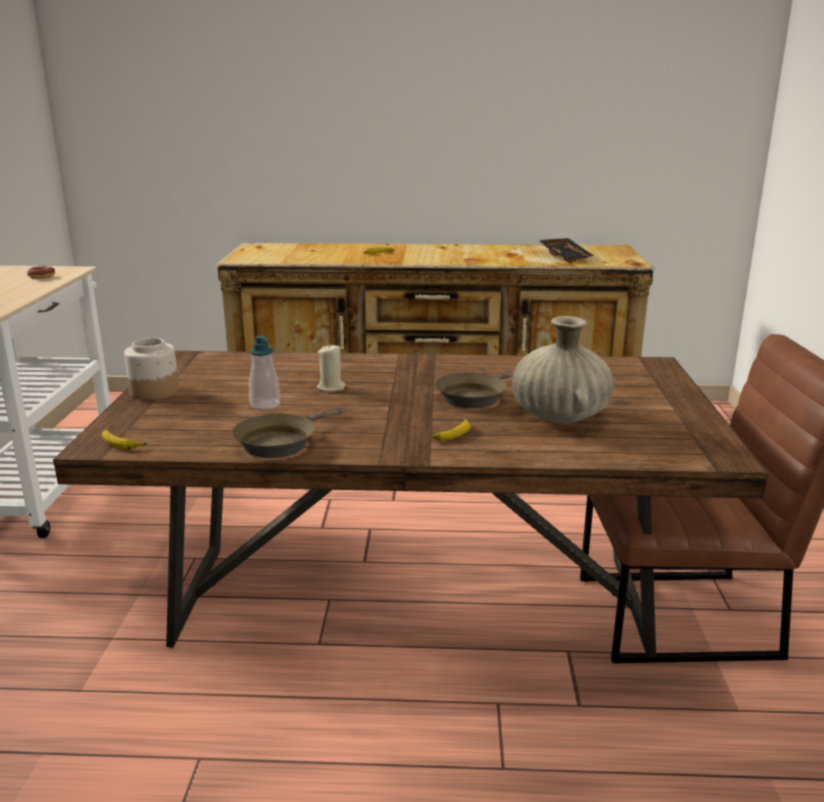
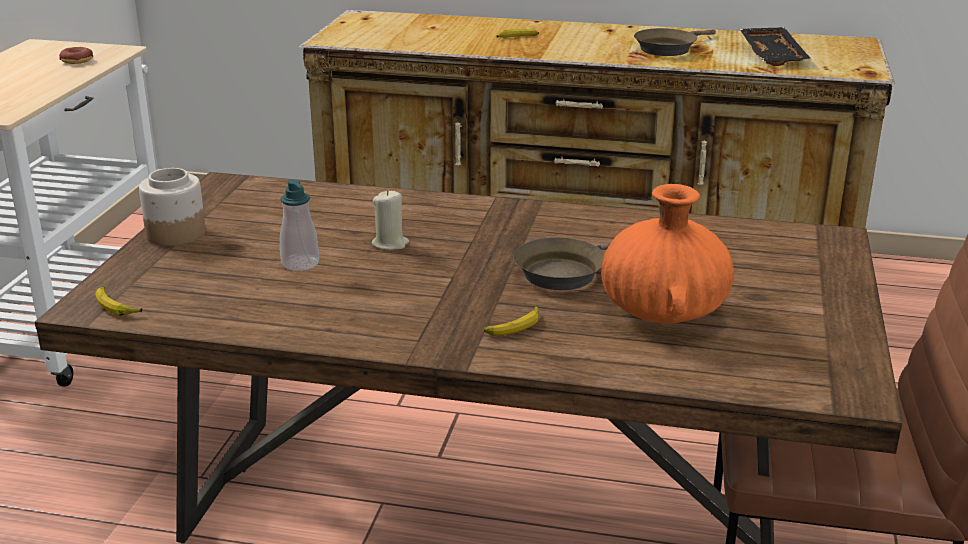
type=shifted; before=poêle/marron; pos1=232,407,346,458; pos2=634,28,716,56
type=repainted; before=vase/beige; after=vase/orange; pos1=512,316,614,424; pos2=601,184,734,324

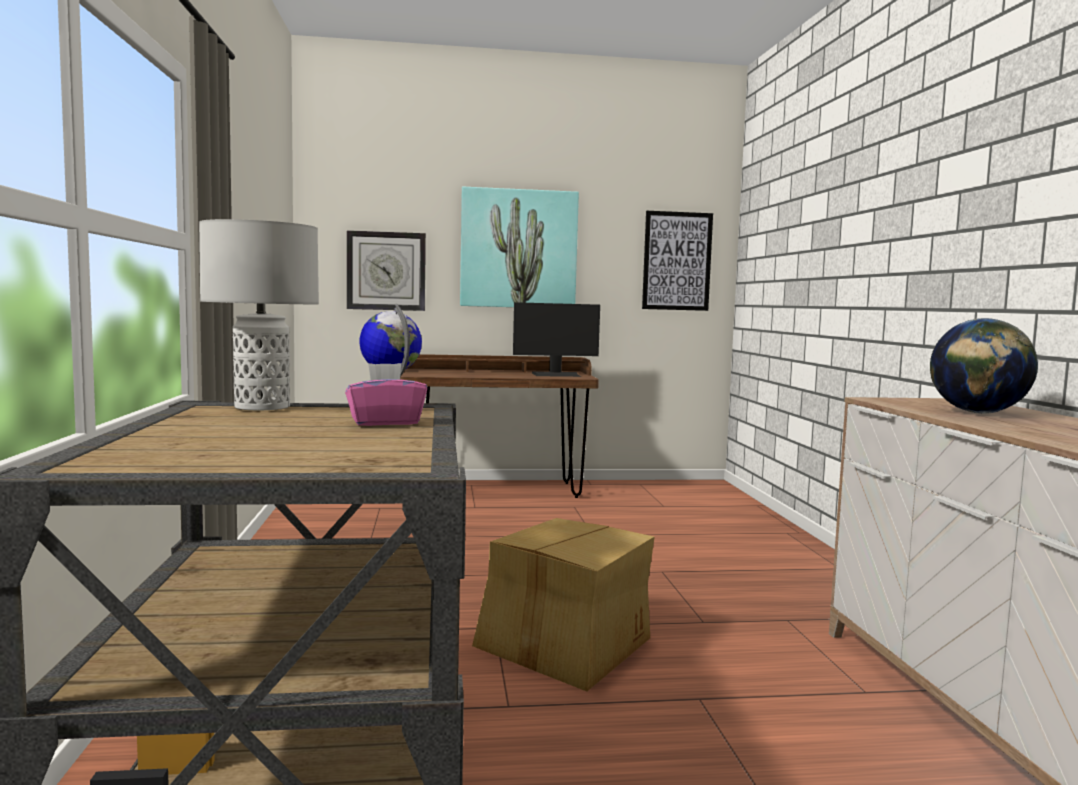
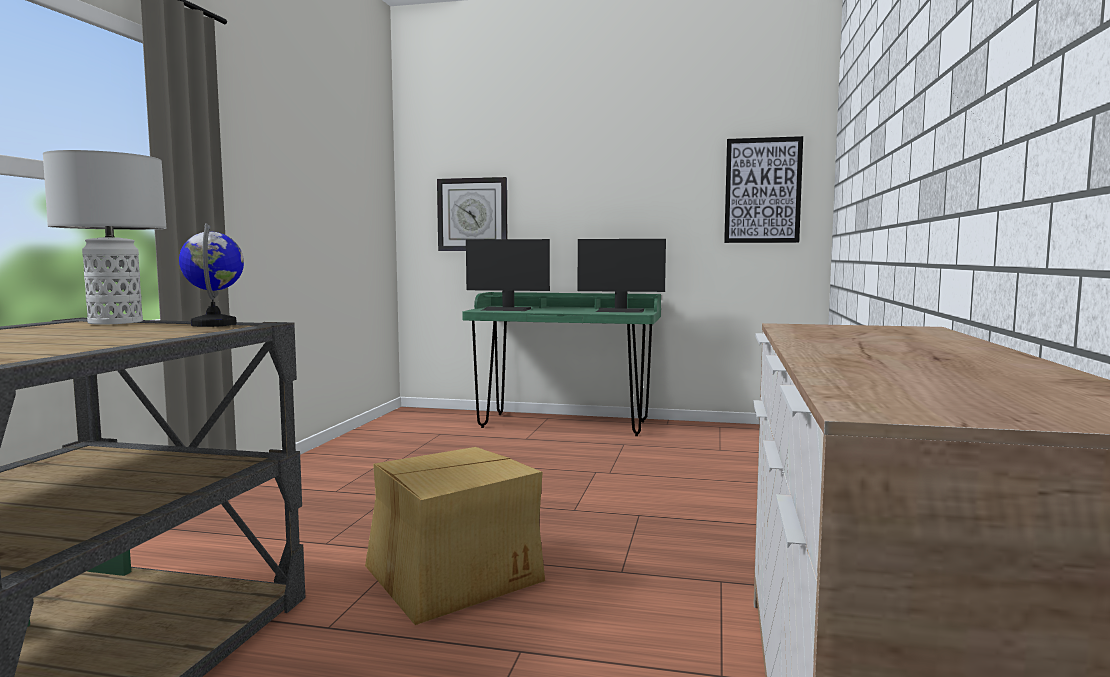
type=gone; before=boîte à mouchoirs/rose; pos1=345,363,427,426
type=repainted; before=bureau/marron; after=bureau/vert; pos1=400,354,599,498; pos2=462,292,661,436
type=gone; before=tableau; pos1=460,187,579,307
type=gone; before=globe; pos1=930,318,1038,414
type=new; after=écran d'ordinateur; pos2=466,239,550,311

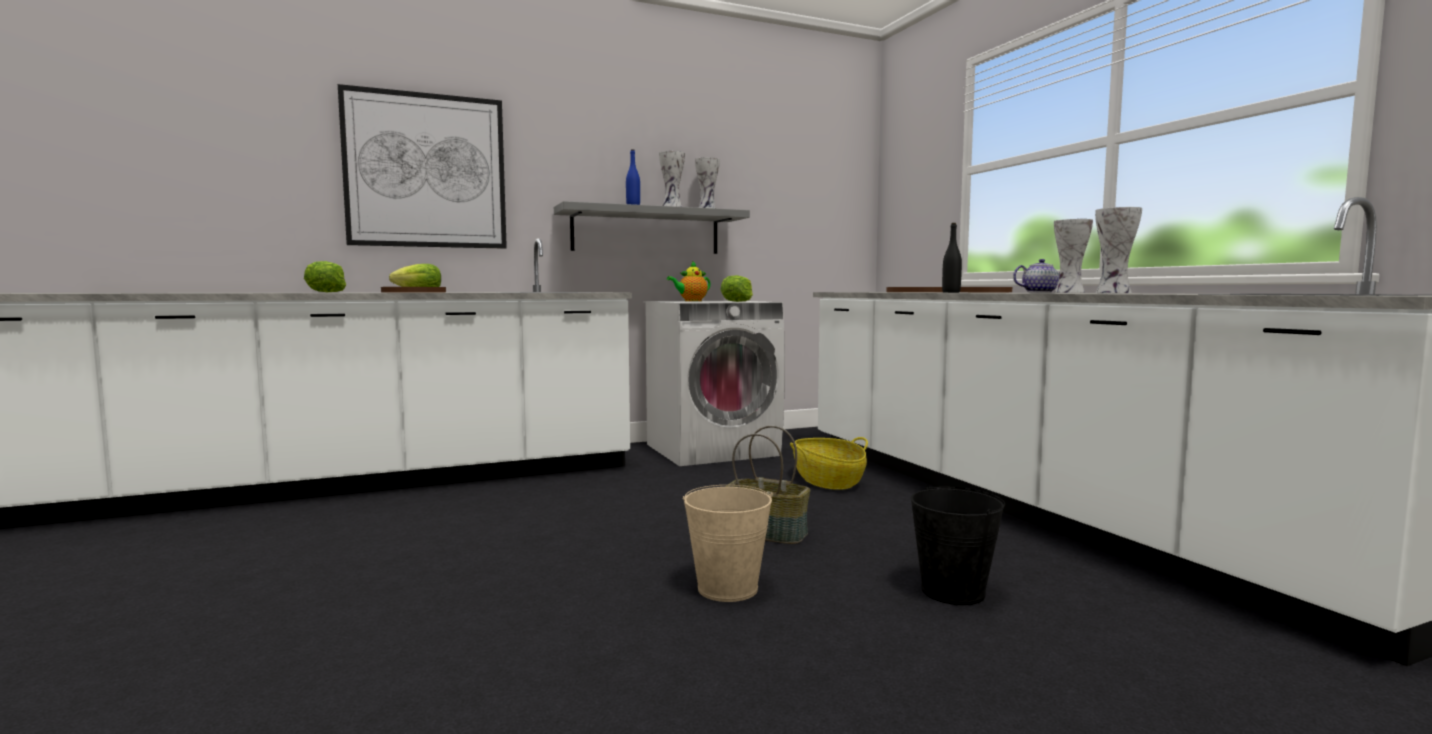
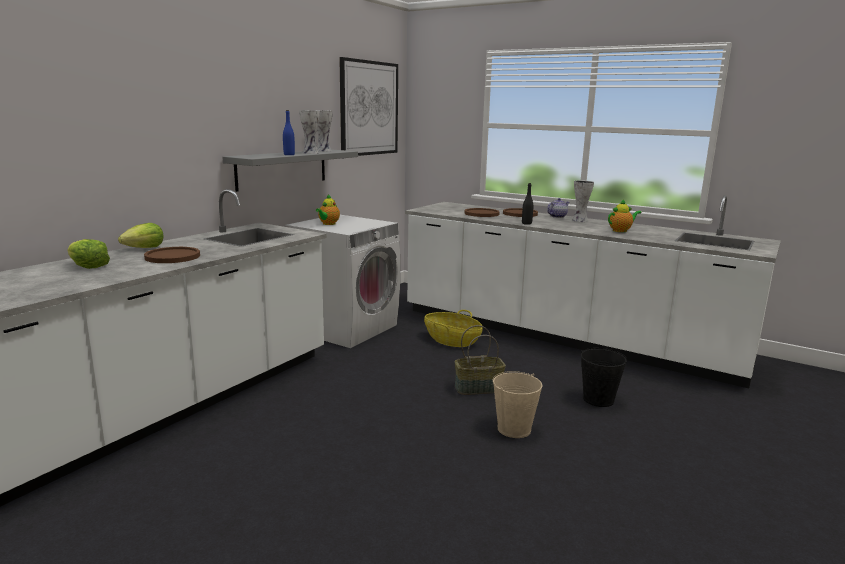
type=shifted; before=tableau; pos1=338,84,507,249; pos2=339,57,398,156
type=gone; before=laitue; pos1=720,275,753,302
type=swapped; before=vase; after=théière; pos1=1095,207,1142,293; pos2=608,199,642,232

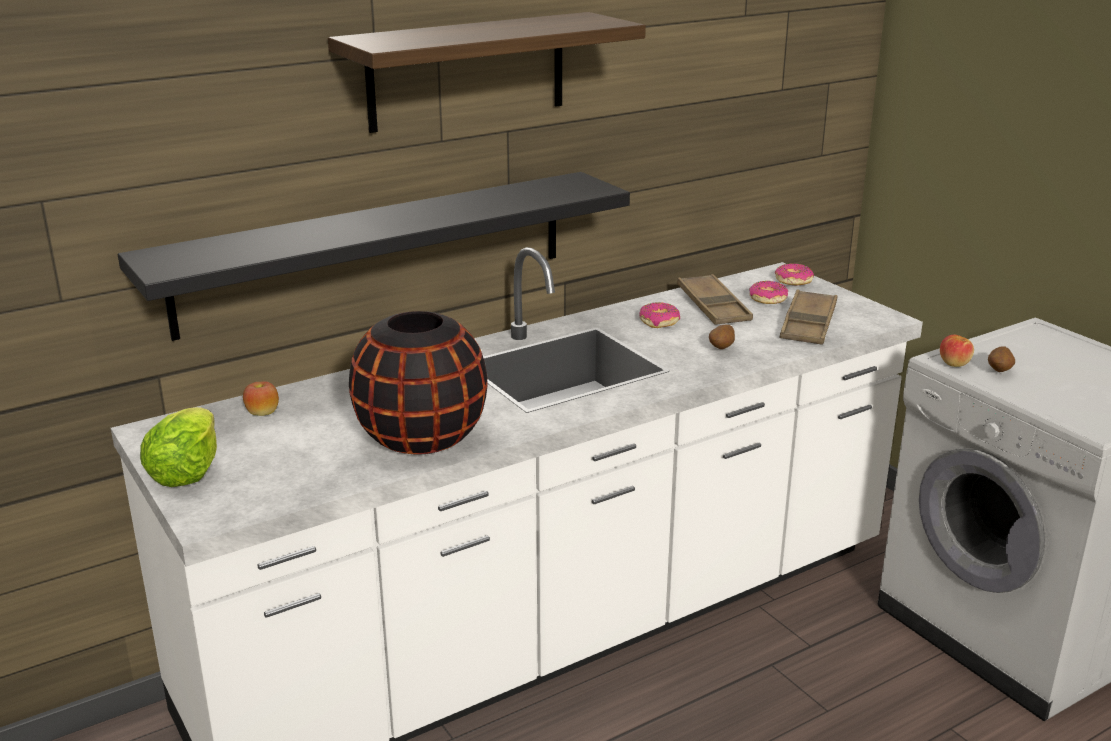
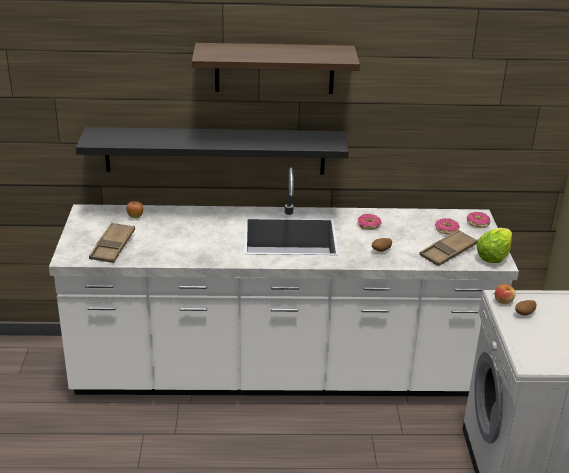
type=shifted; before=laitue; pos1=140,407,217,487; pos2=476,228,512,263
type=gone; before=vase/noir; pos1=349,311,488,455
type=shifted; before=plateau/marron; pos1=677,274,753,325; pos2=89,222,135,263

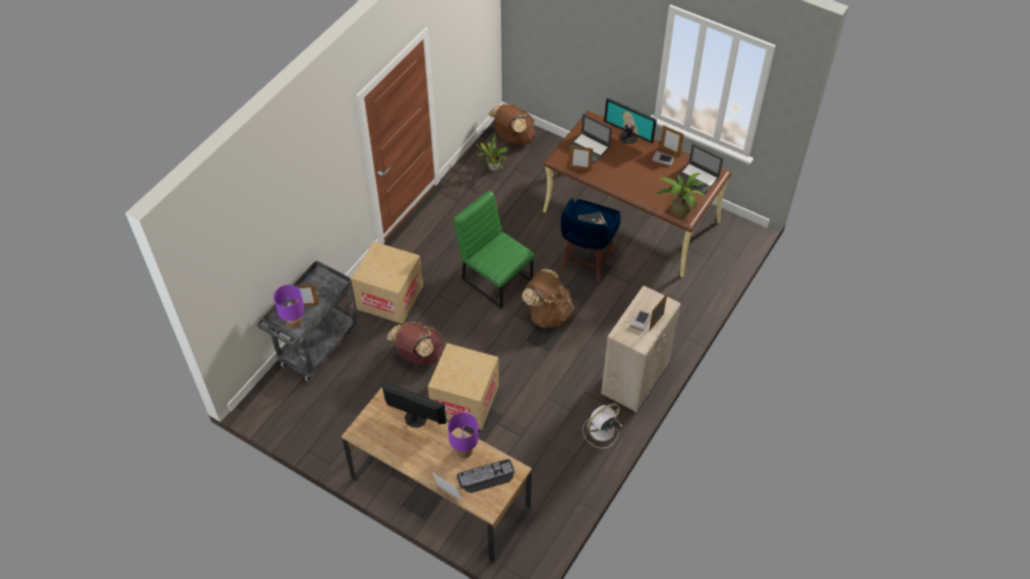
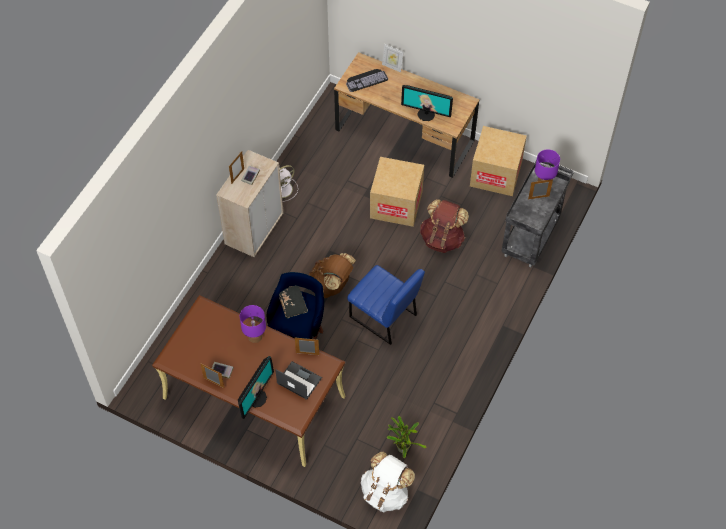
type=shifted; before=carton; pos1=351,241,423,324; pos2=470,126,527,196
type=shifted; before=lampe de table/violet; pos1=448,413,478,458; pos2=240,305,266,343
type=repainted; before=chaise/vert; after=chaise/bleu; pos1=454,190,535,309; pos2=347,265,425,345
type=repainted; before=sac à dos/marron; after=sac à dos/blanc; pos1=489,104,536,145; pos2=361,452,415,512
type=rotated; before=écran d'ordinateur; pos1=604,98,657,144; pos2=238,356,274,419; turn=90
type=gone; before=plante en pot; pos1=656,173,708,217
type=gone; before=ordinateur portable; pos1=675,144,723,194

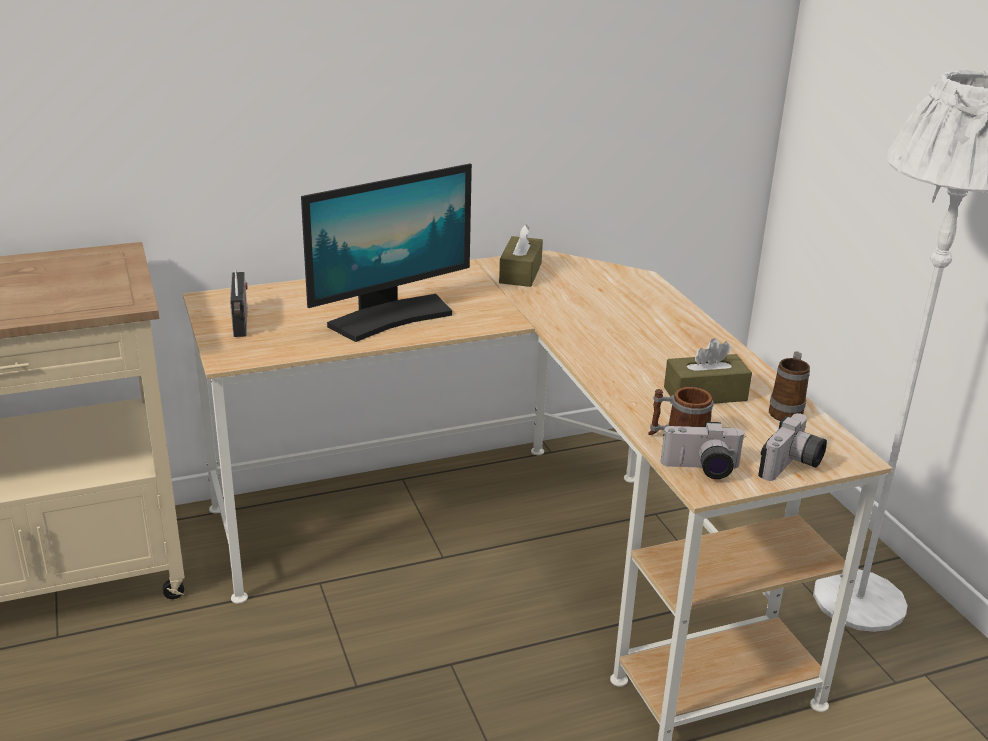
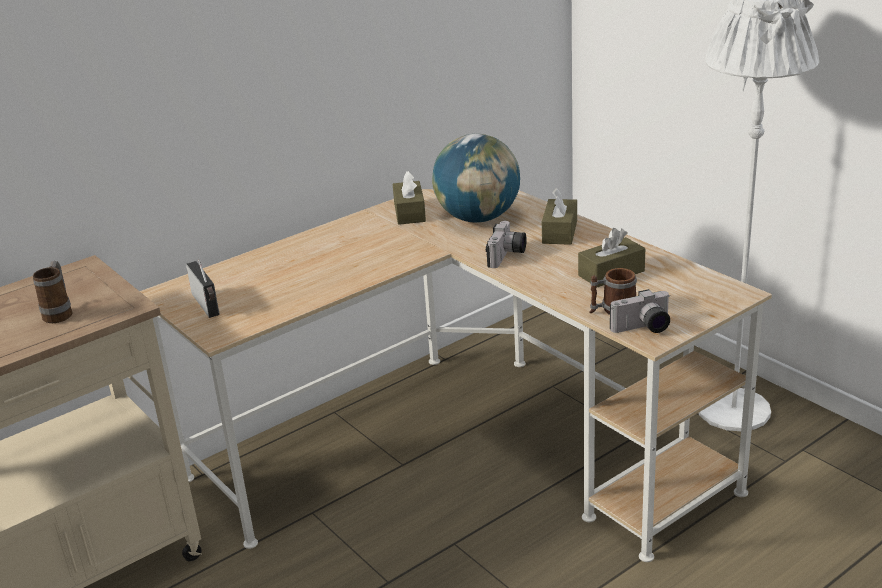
type=gone; before=écran d'ordinateur; pos1=301,164,472,342
type=shifted; before=appareil photo; pos1=758,413,827,481; pos2=486,221,527,268
type=shifted; before=mug; pos1=769,352,810,421; pos2=33,261,73,323
type=new; after=globe; pos2=432,134,520,223
type=new; after=boîte à mouchoirs/marron; pos2=542,188,577,245

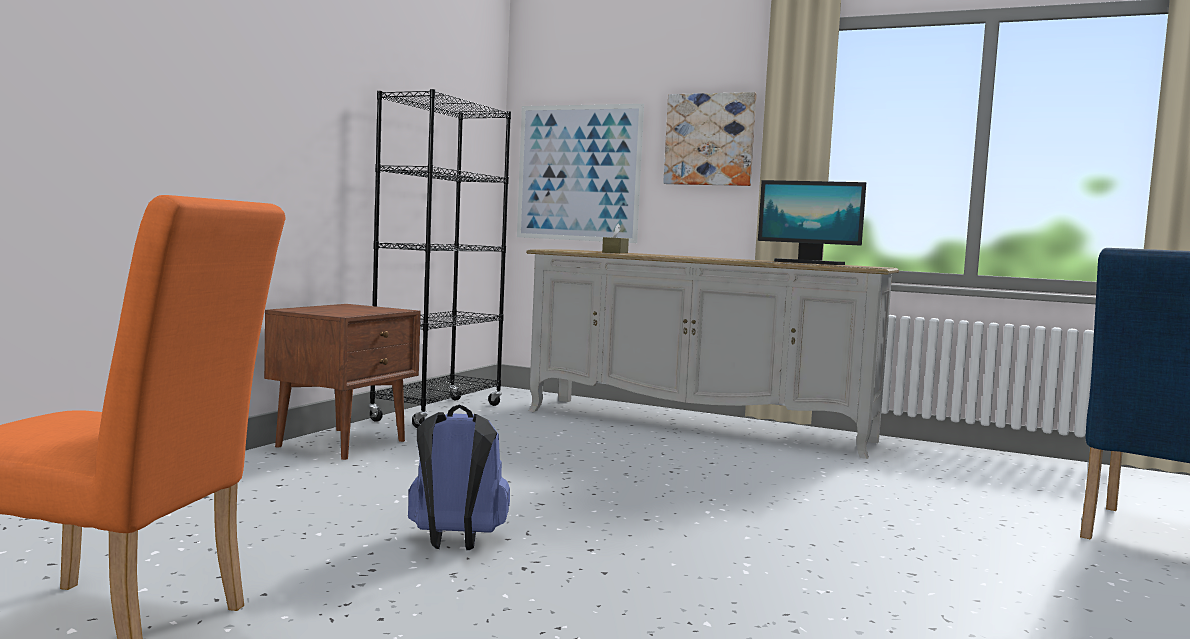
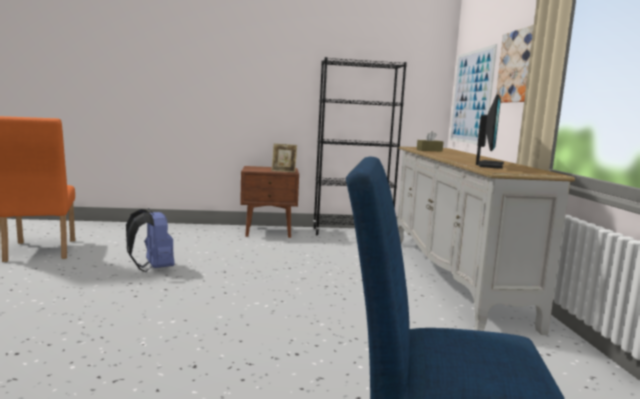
type=rotated; before=écran d'ordinateur; pos1=758,180,866,265; pos2=476,94,504,169; turn=-150
type=new; after=cadre photo; pos2=271,143,297,172

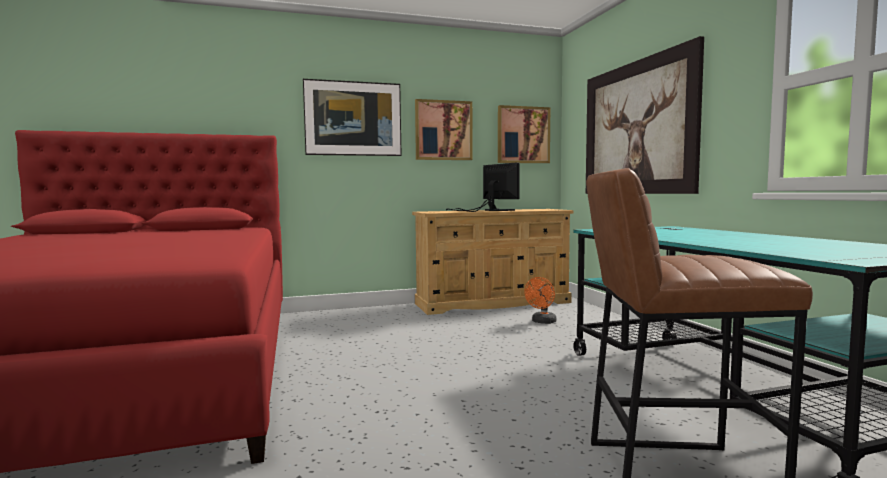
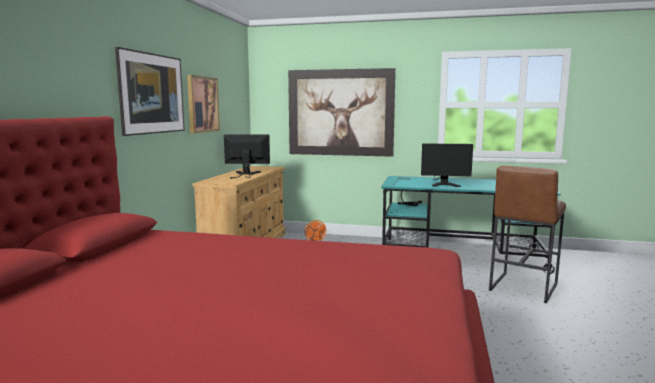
type=gone; before=tableau; pos1=498,105,550,163
type=new; after=écran d'ordinateur; pos2=421,144,473,187

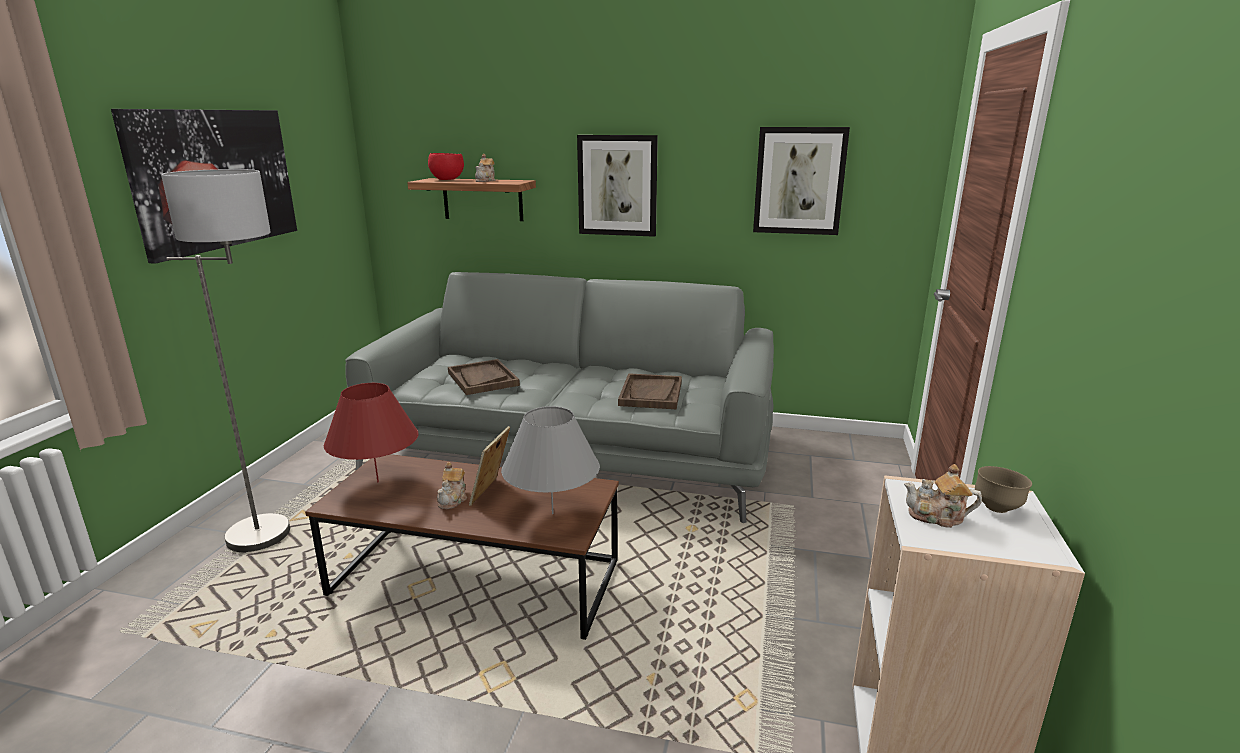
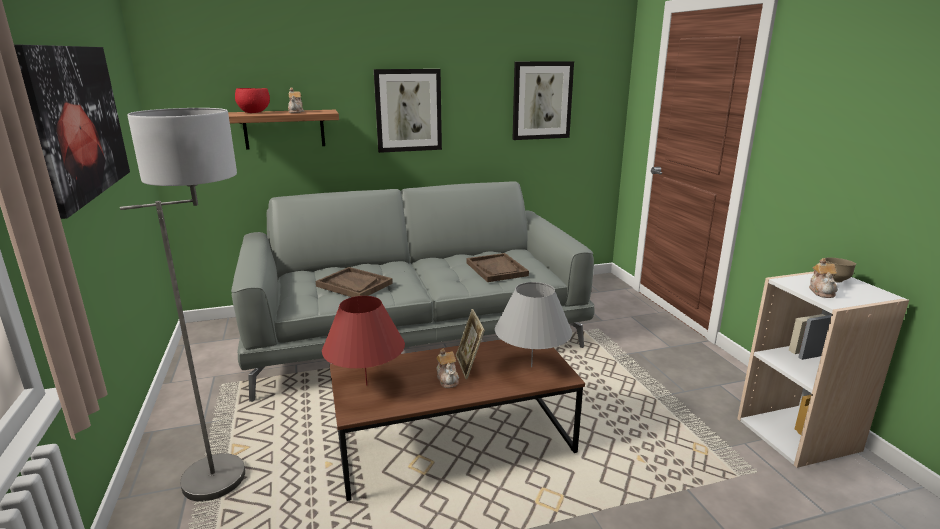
type=rotated; before=théière; pos1=904,464,982,528; pos2=809,258,838,298; turn=-60

